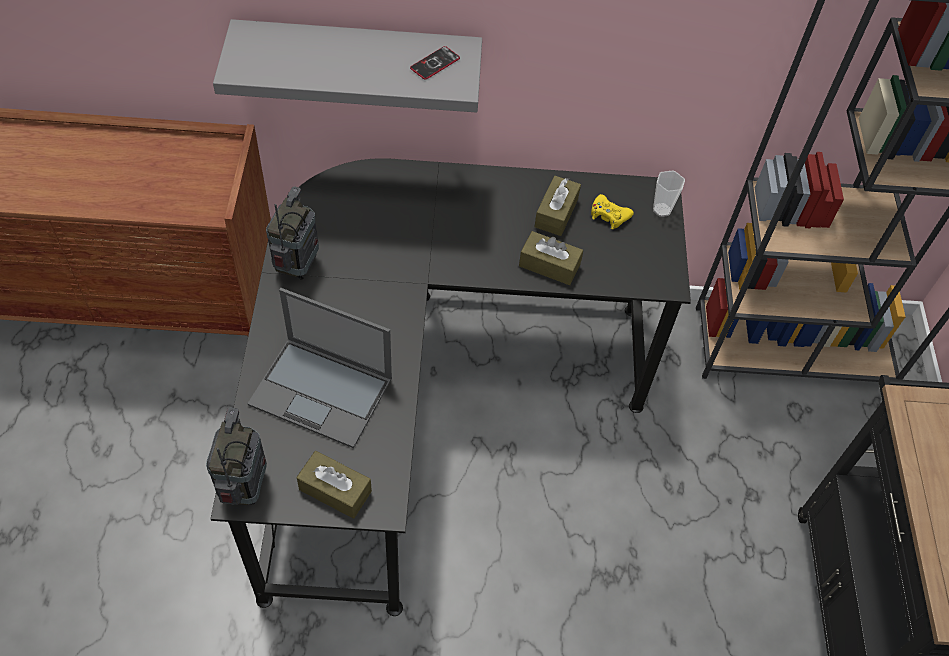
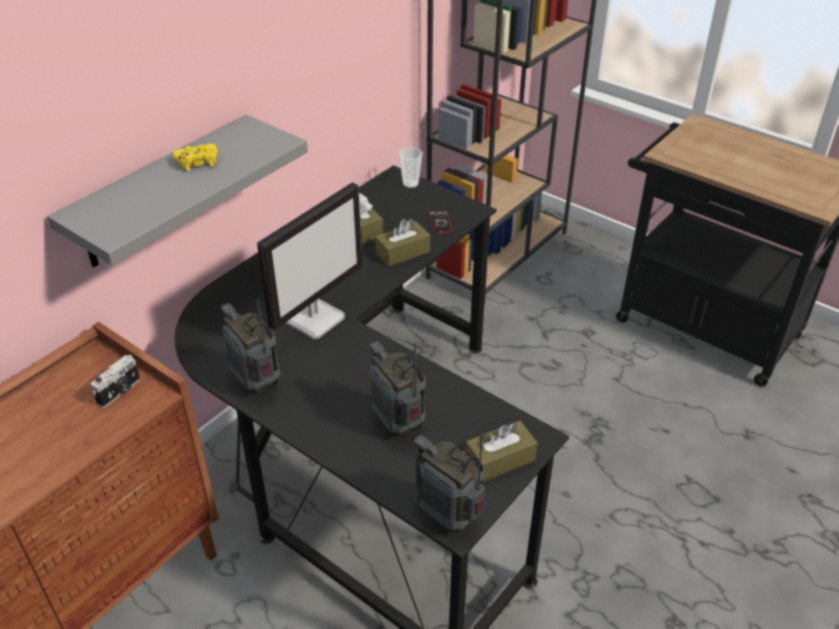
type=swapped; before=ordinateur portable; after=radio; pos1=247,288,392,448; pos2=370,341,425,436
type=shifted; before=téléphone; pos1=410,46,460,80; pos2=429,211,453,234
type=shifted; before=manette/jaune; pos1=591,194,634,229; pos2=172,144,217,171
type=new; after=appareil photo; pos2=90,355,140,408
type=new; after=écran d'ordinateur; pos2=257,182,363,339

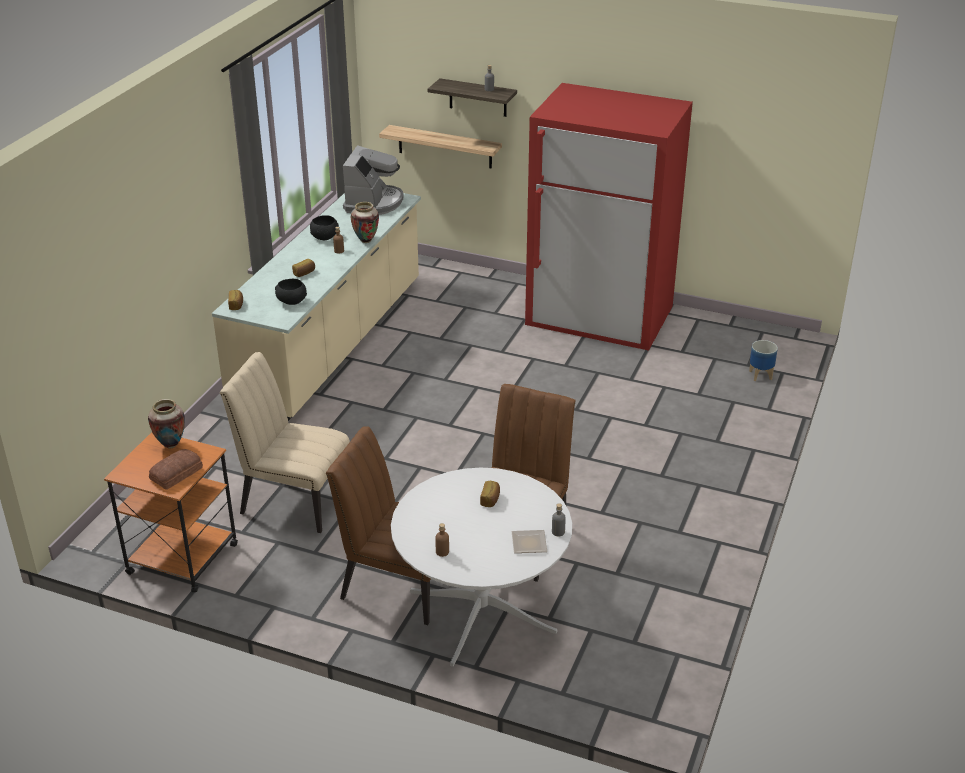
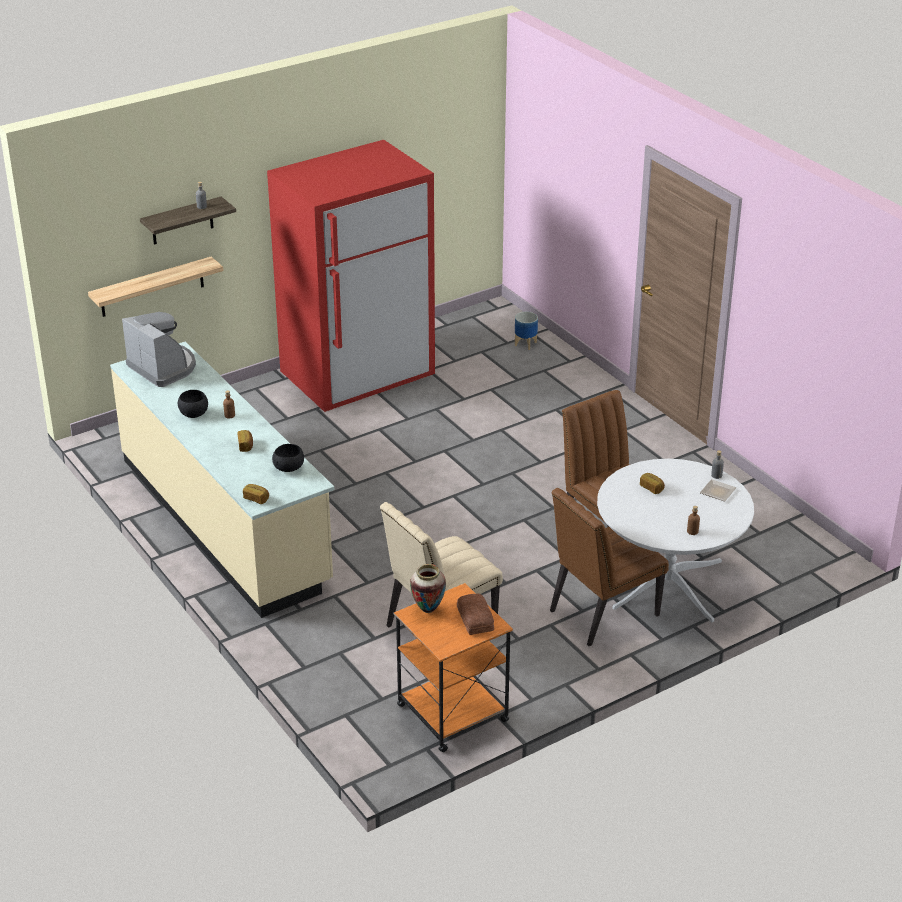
type=gone; before=vase; pos1=350,202,379,243

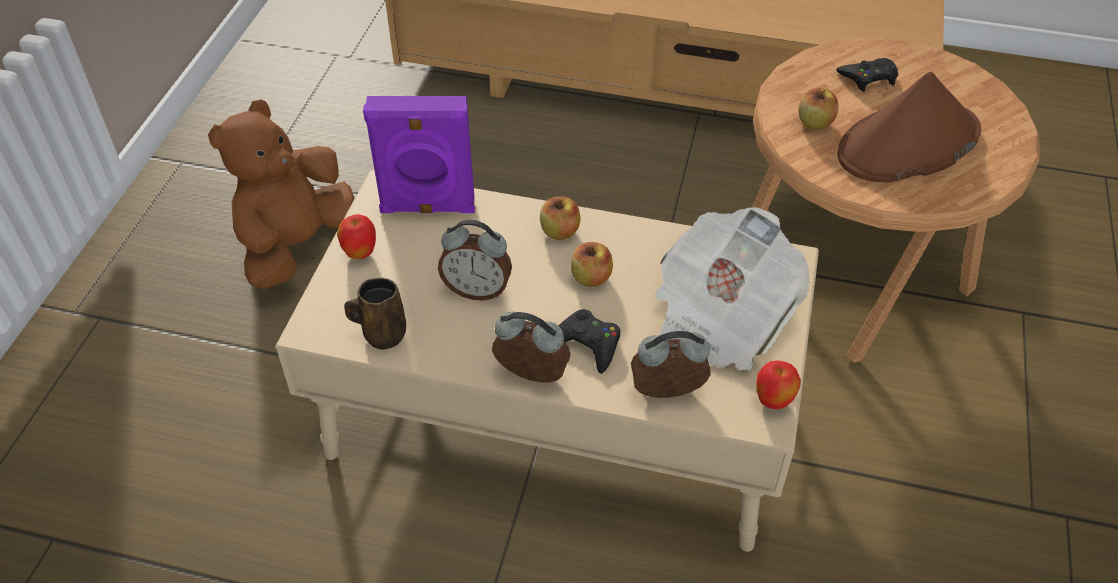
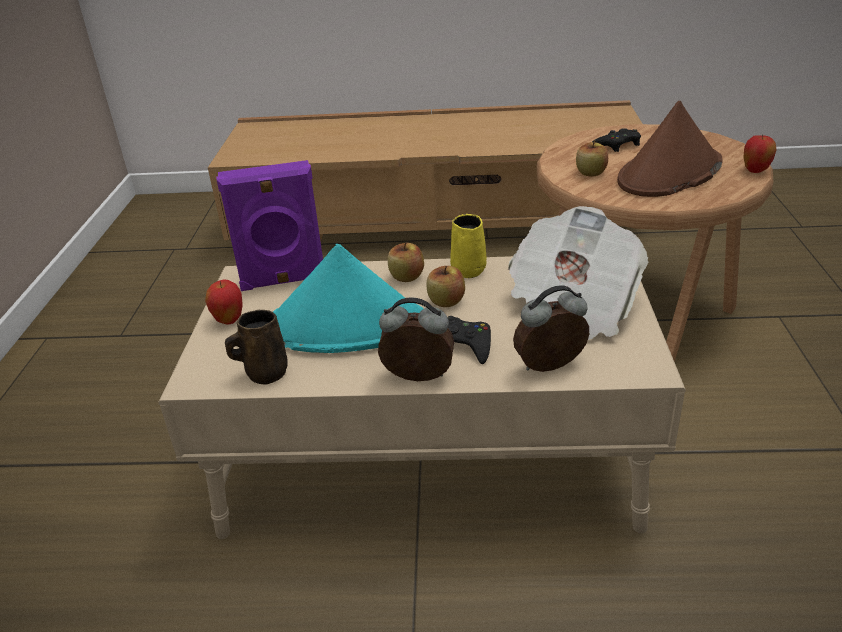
type=gone; before=peluche/marron; pos1=208,100,355,289
type=swapped; before=réveil; after=chapeau/turquoise; pos1=438,220,512,301; pos2=273,244,424,353
type=shifted; before=pomme; pos1=756,360,801,409; pos2=743,134,776,173
type=new; after=mug/jaune; pos2=450,214,487,278

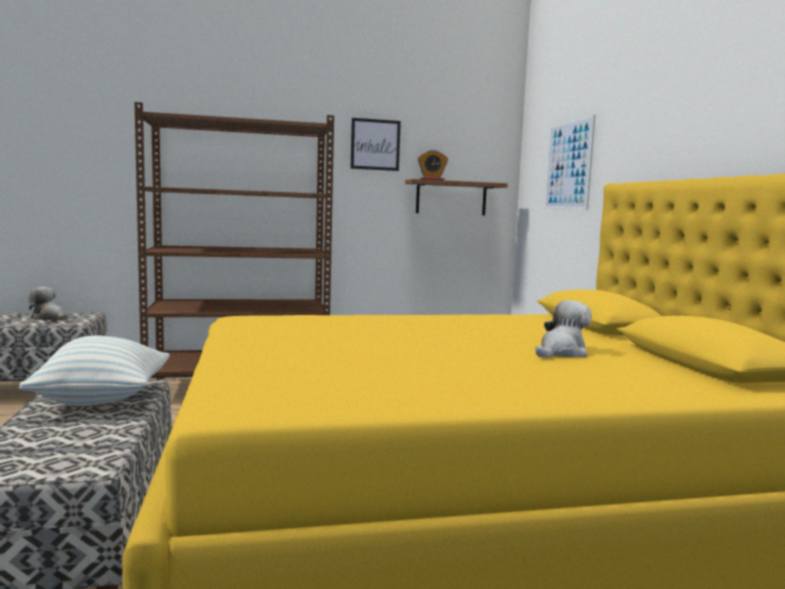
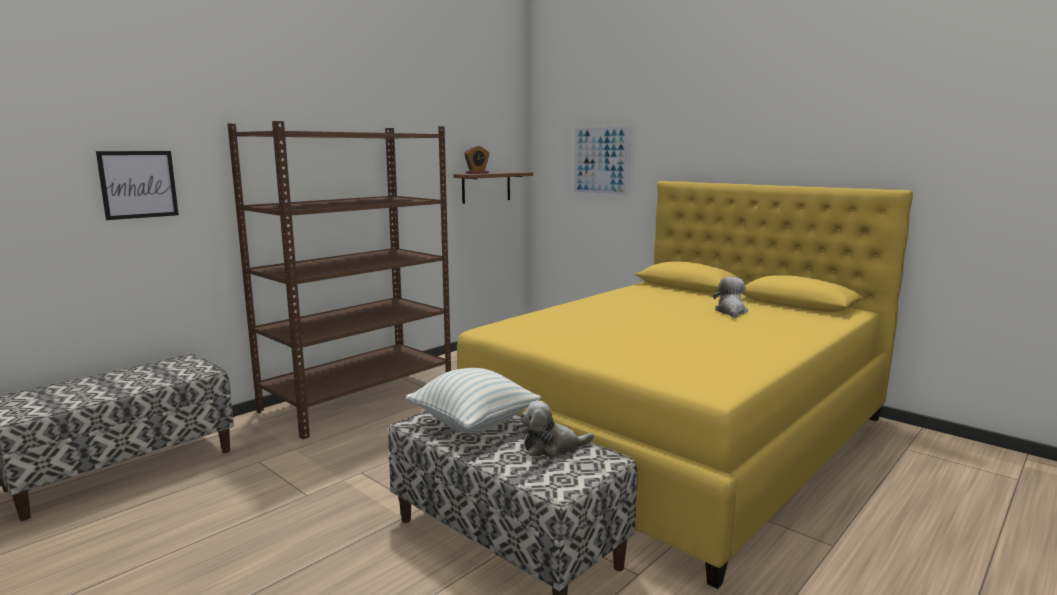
type=shifted; before=peluche; pos1=28,287,69,320; pos2=520,401,594,457
type=shifted; before=tableau; pos1=350,118,401,171; pos2=96,151,179,220

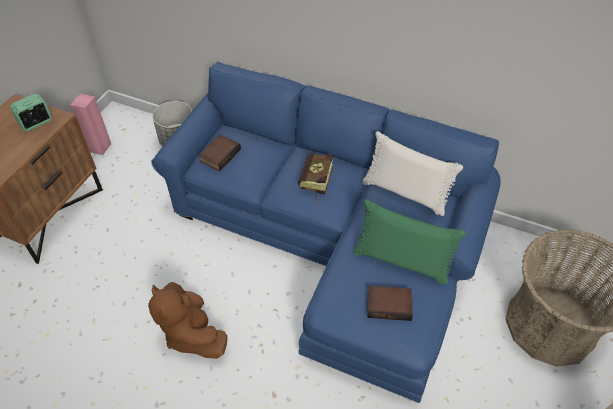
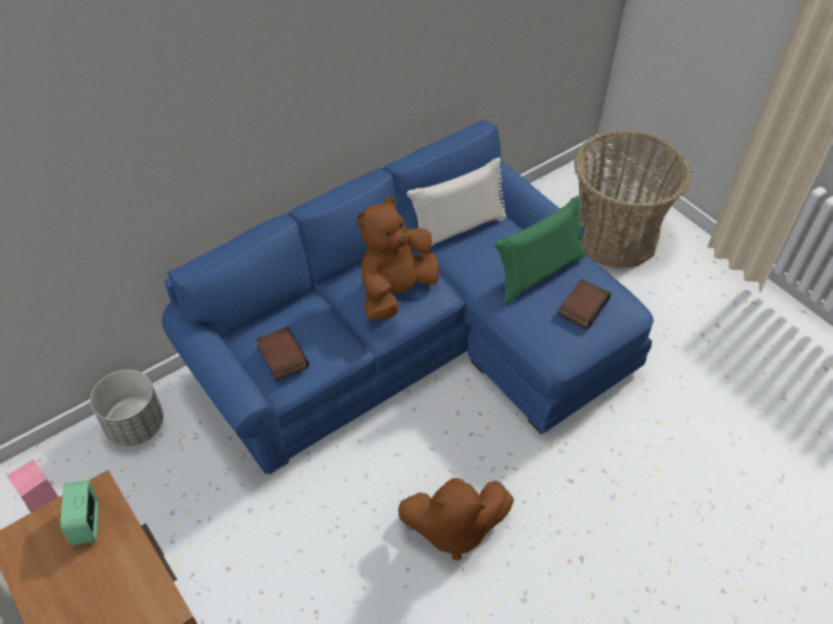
type=swapped; before=livre; after=peluche/marron; pos1=298,154,333,204; pos2=357,197,440,321

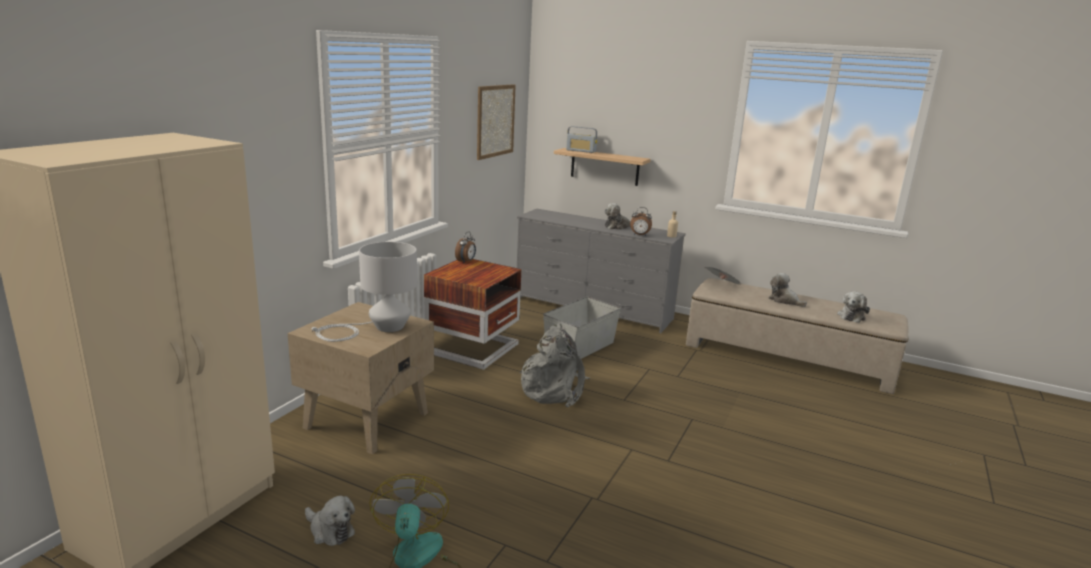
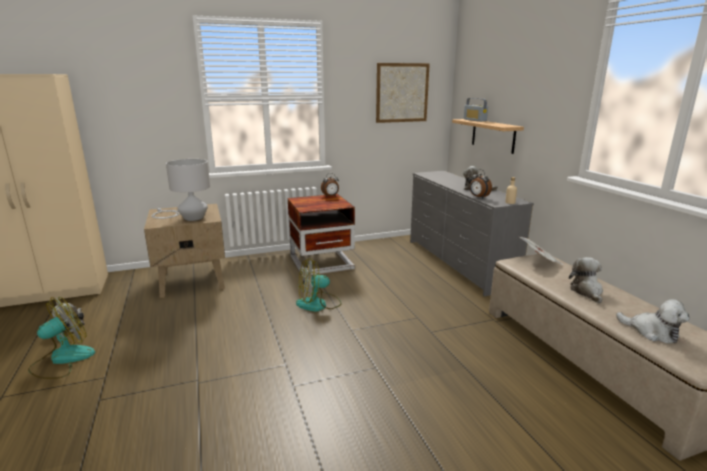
type=swapped; before=sac à dos/gris; after=ventilateur; pos1=520,323,590,408; pos2=296,258,341,312
type=gone; before=boîte de rangement/gris; pos1=543,297,621,359
type=rotated; before=peluche; pos1=837,291,870,323; pos2=616,299,689,344; turn=-120

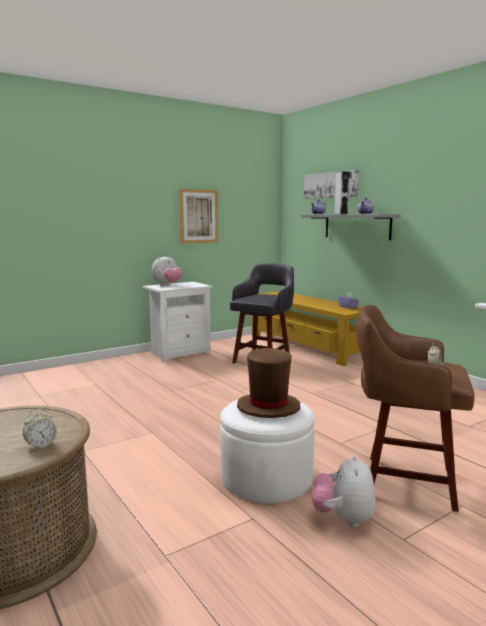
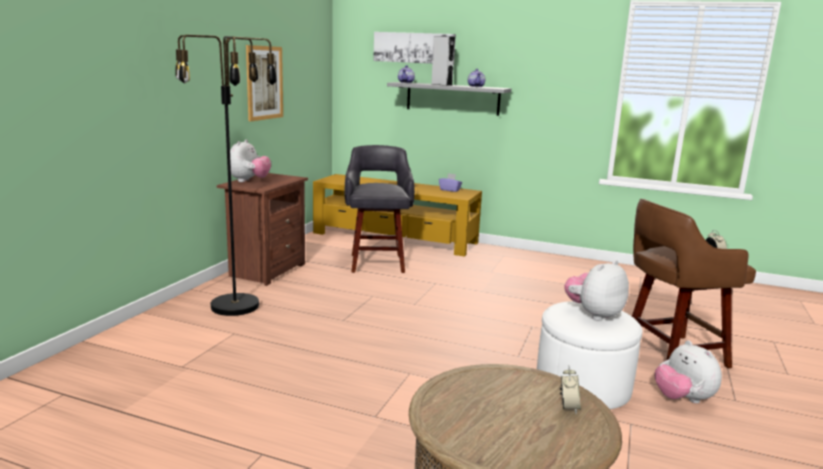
type=repainted; before=table de chevet/blanc; after=table de chevet/marron; pos1=142,282,213,362; pos2=217,173,308,286
type=swapped; before=chapeau/marron; after=peluche; pos1=237,348,300,418; pos2=564,260,629,321
type=new; after=lampadaire; pos2=175,35,277,316

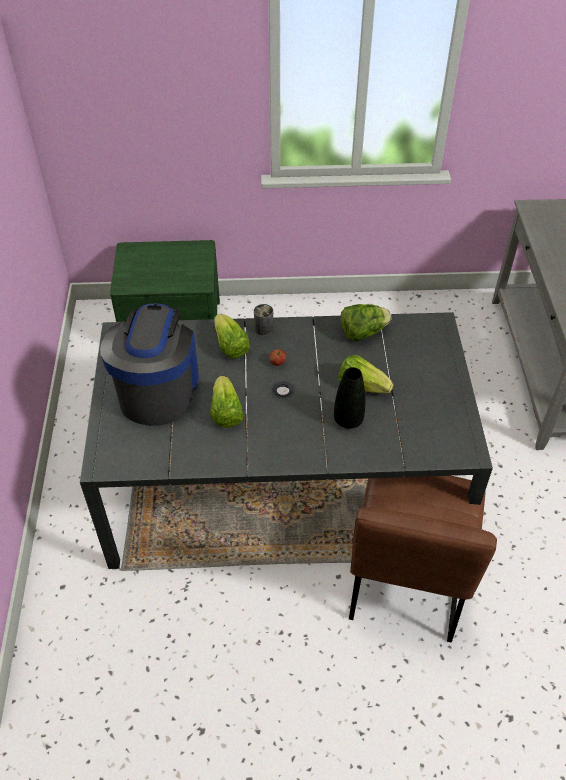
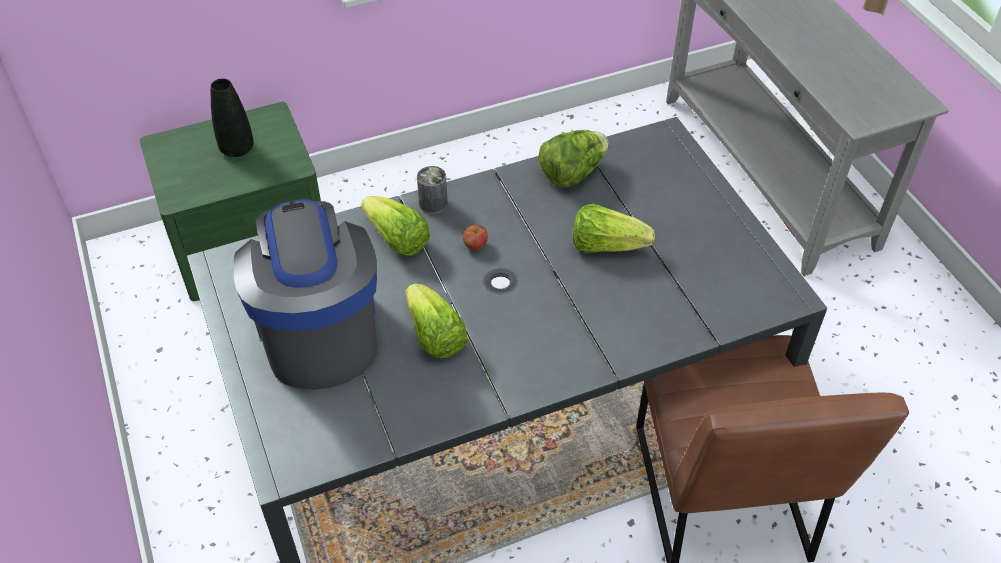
type=shifted; before=vase/noir; pos1=334,367,365,429; pos2=211,78,254,157

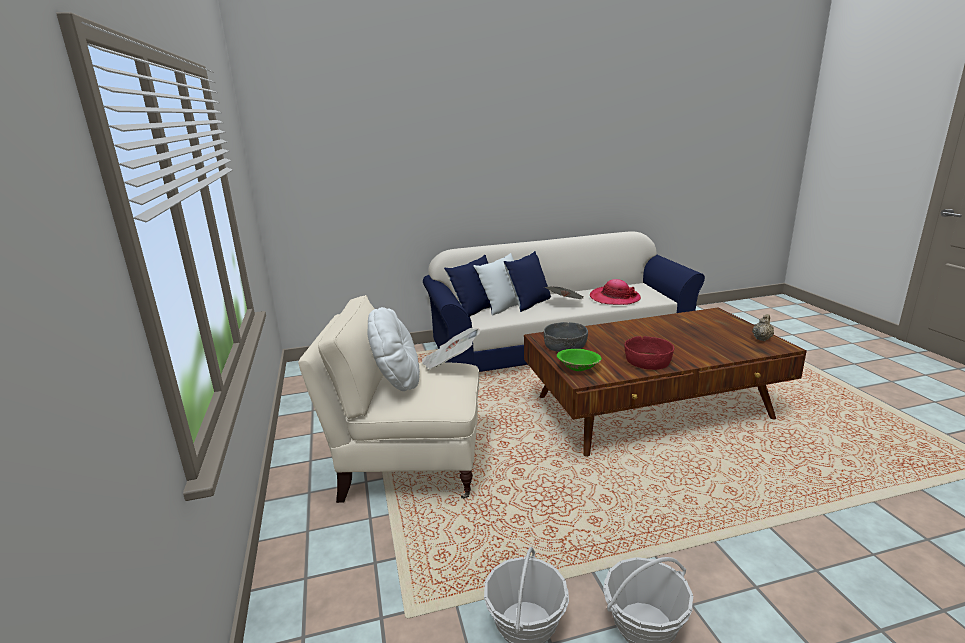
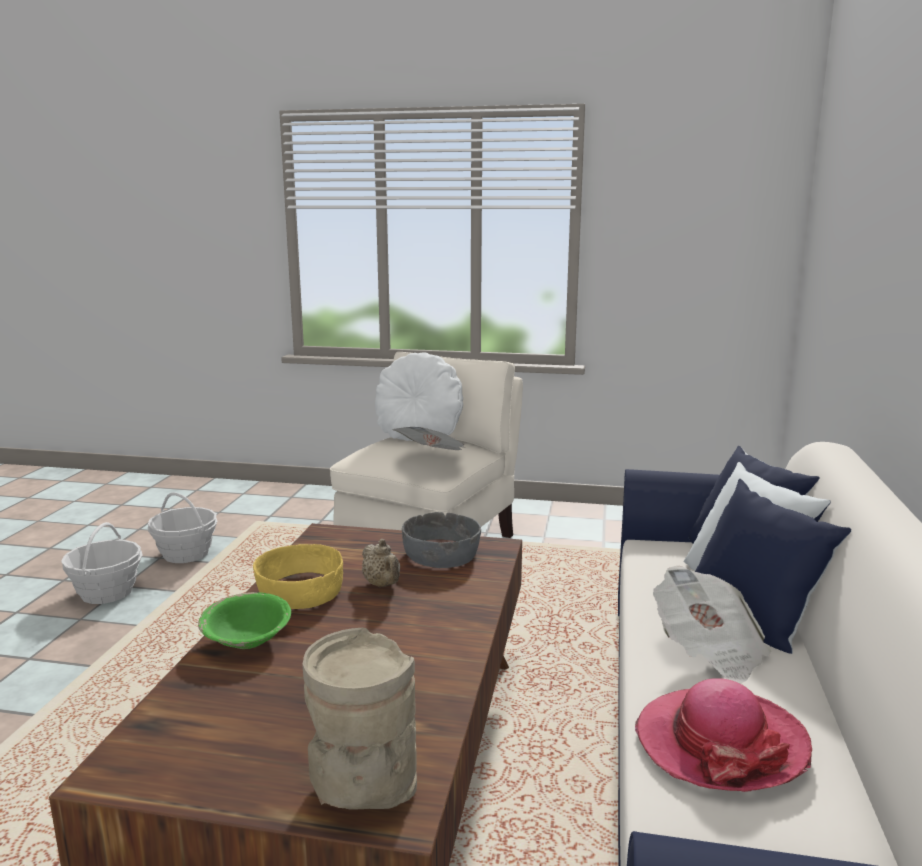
type=shifted; before=bol/vert; pos1=557,349,602,371; pos2=198,592,291,649
type=repainted; before=bol/rouge; after=bol/jaune; pos1=624,336,674,370; pos2=253,544,343,609
type=shifted; before=théière/beige; pos1=752,314,774,341; pos2=362,539,400,587
type=new; after=vase/beige; pos2=302,628,417,810

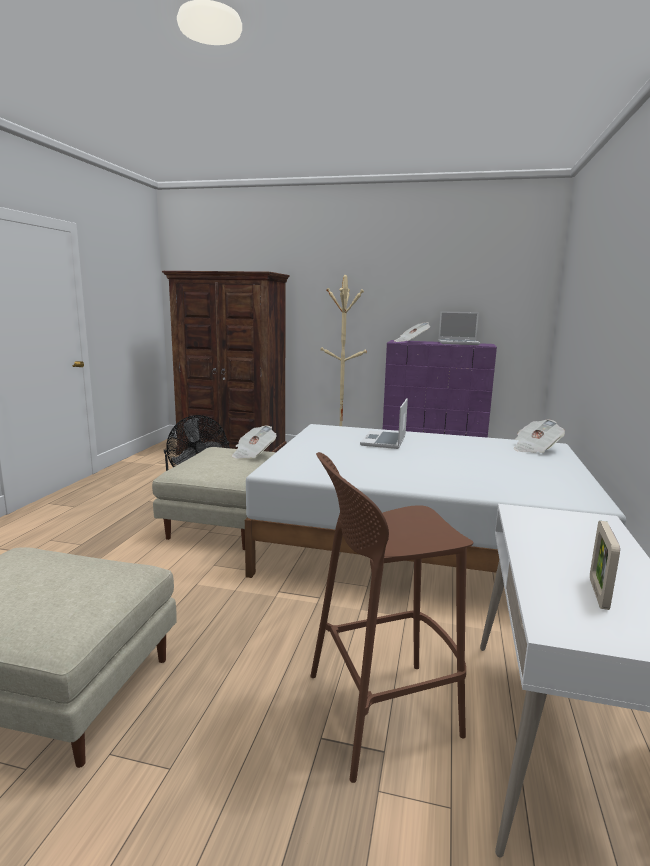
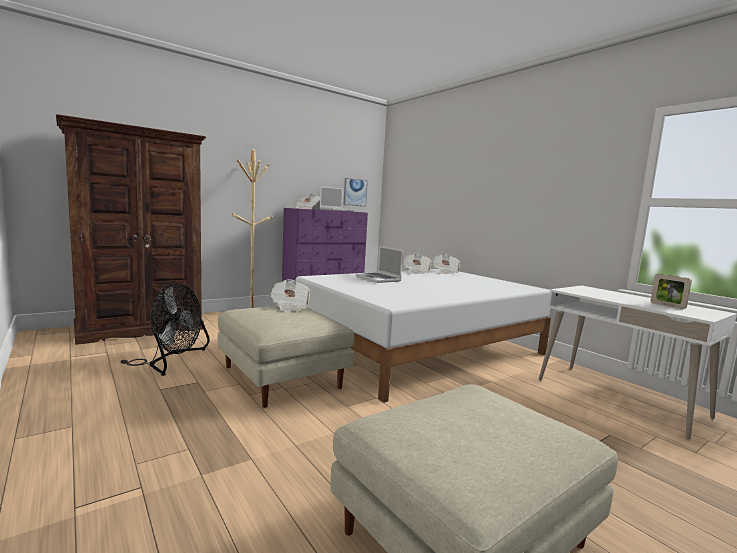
type=gone; before=tabouret/marron; pos1=310,452,473,783
type=new; after=tableau; pos2=344,178,368,207
type=new; after=journal; pos2=403,253,432,274

